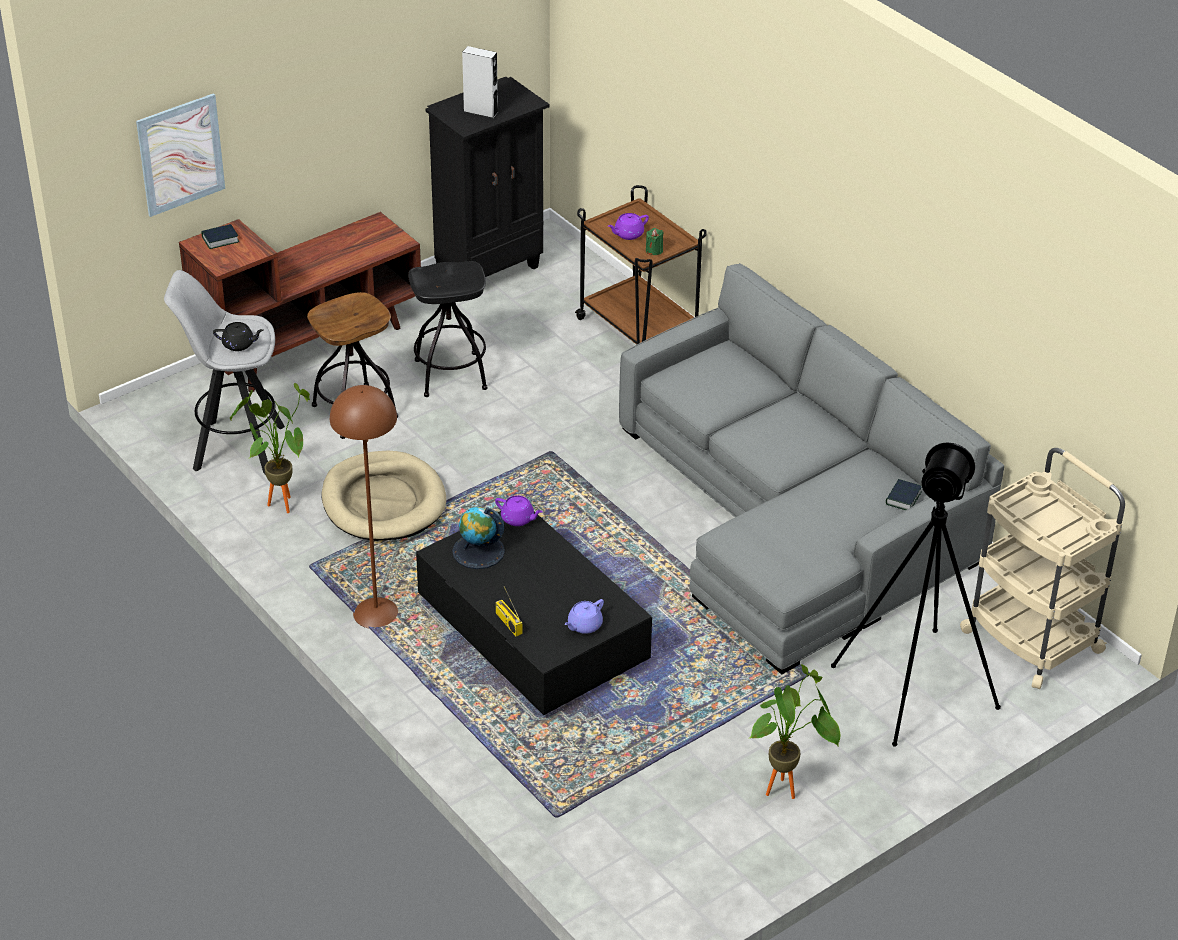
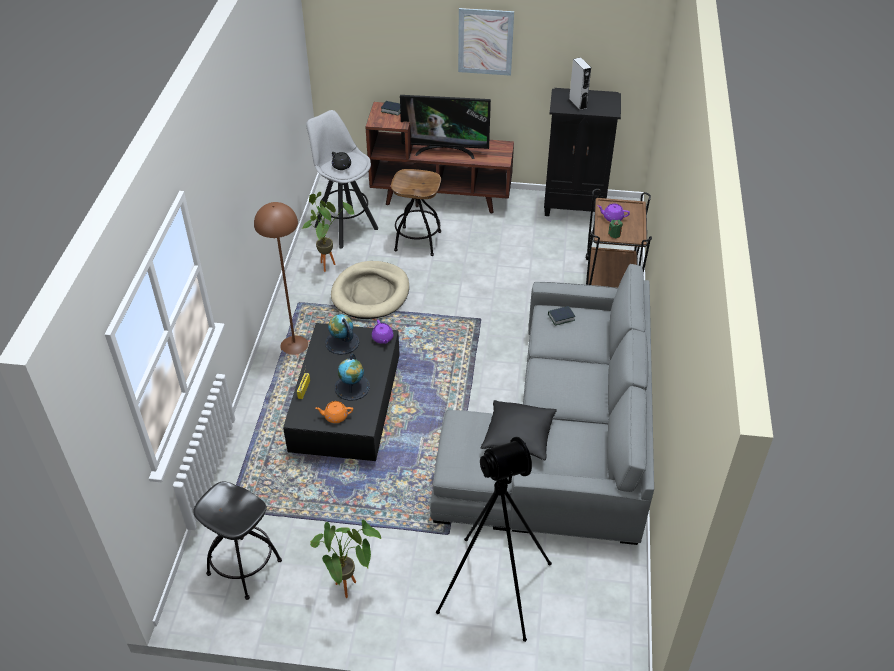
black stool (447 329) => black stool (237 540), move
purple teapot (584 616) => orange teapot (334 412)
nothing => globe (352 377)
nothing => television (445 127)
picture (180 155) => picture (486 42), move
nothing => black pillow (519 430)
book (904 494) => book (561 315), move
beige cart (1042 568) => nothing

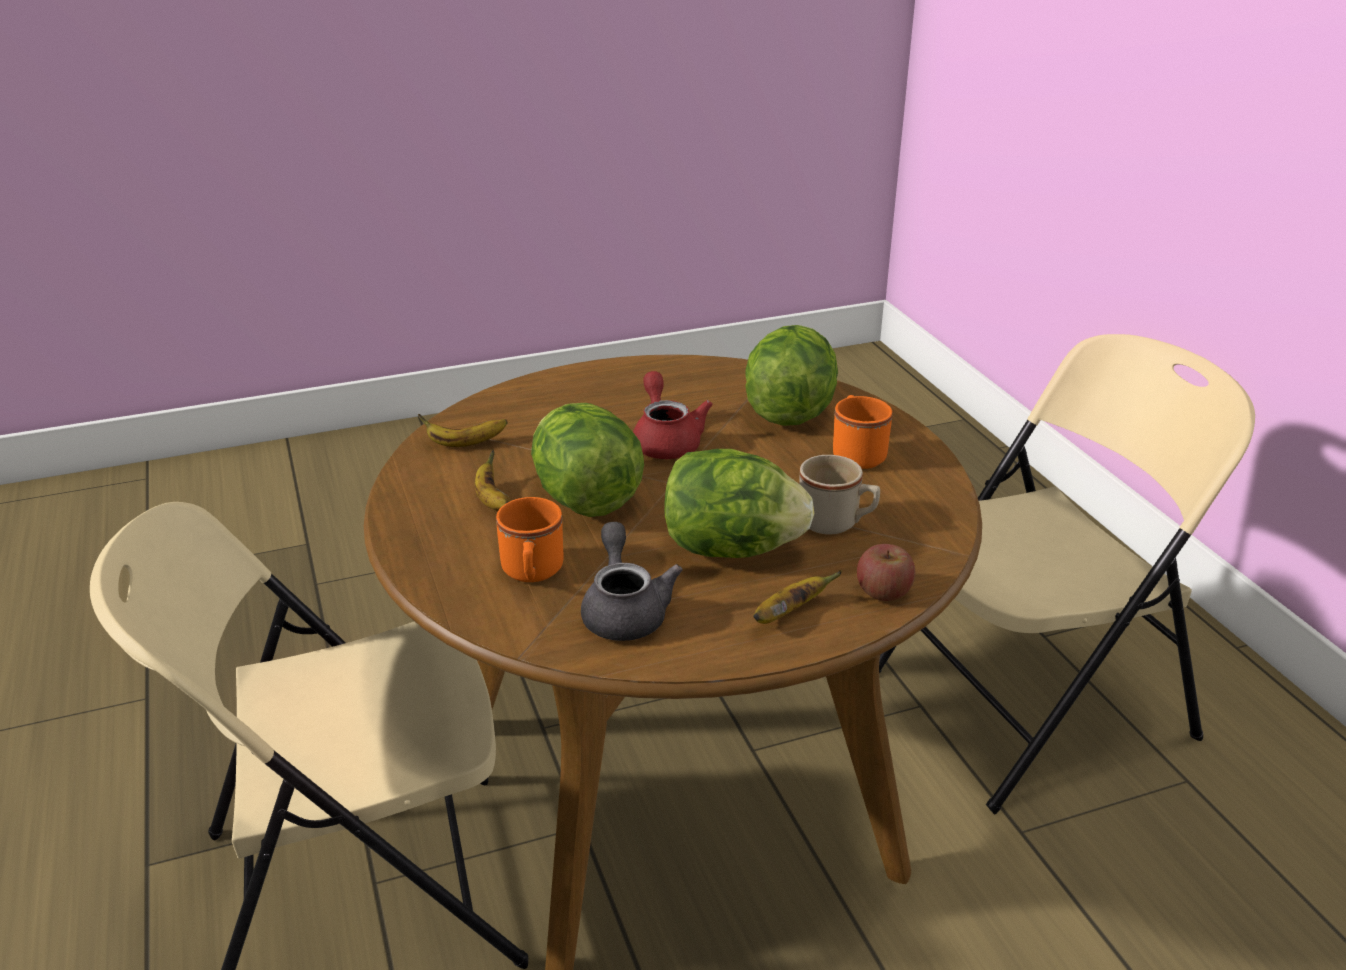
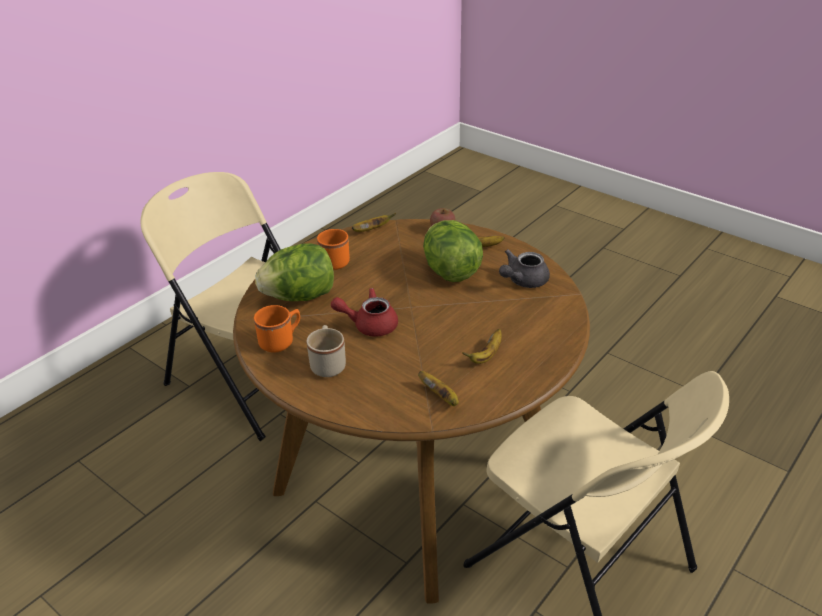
orange mug (529 539) => orange mug (277 329), move
beige mug (839 494) => beige mug (326 351), move
red teapot (673 415) => red teapot (364 312), 45 degrees clockwise
nothing => banana (374 222)
lettuce (587 460) => nothing

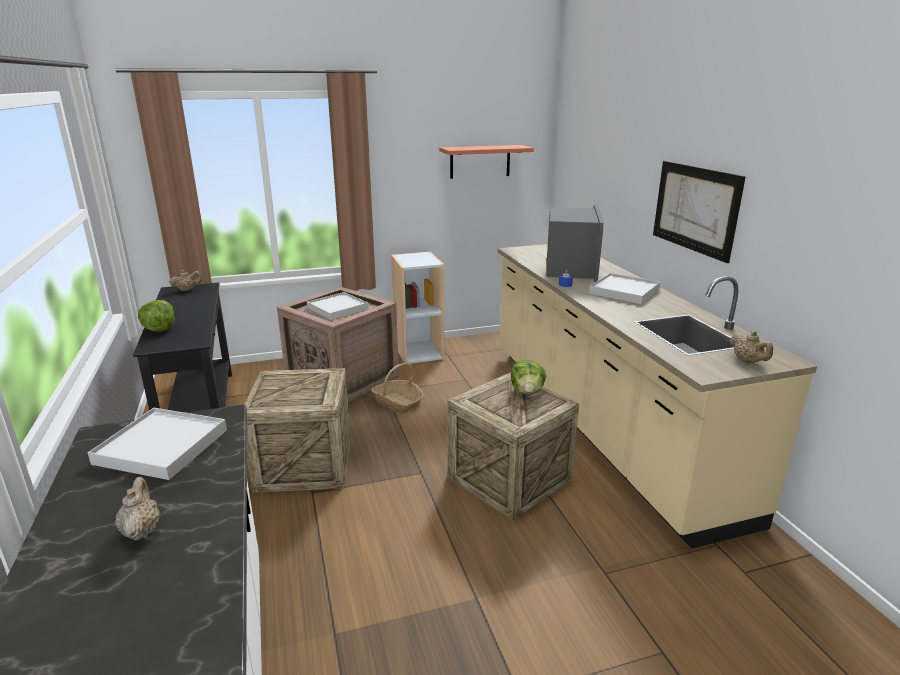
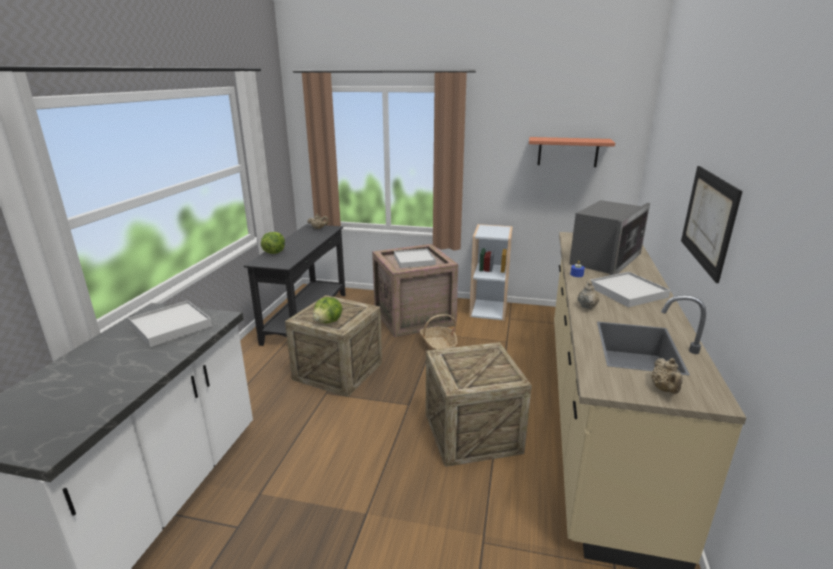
lettuce (528 377) => lettuce (327 310), move
beige teapot (138 508) => beige teapot (589 294), move

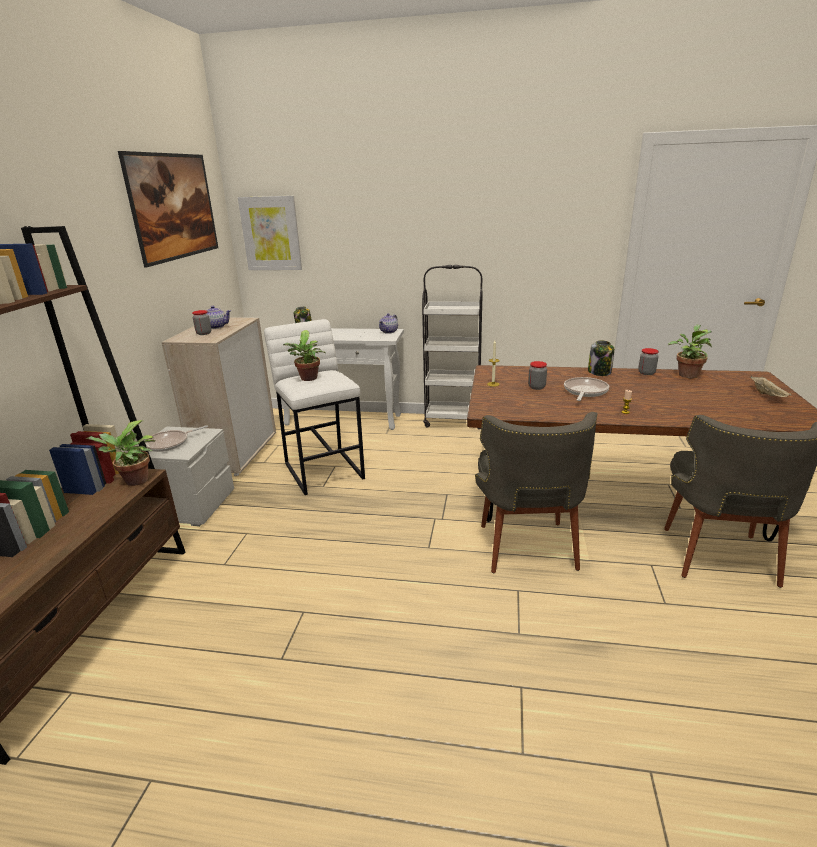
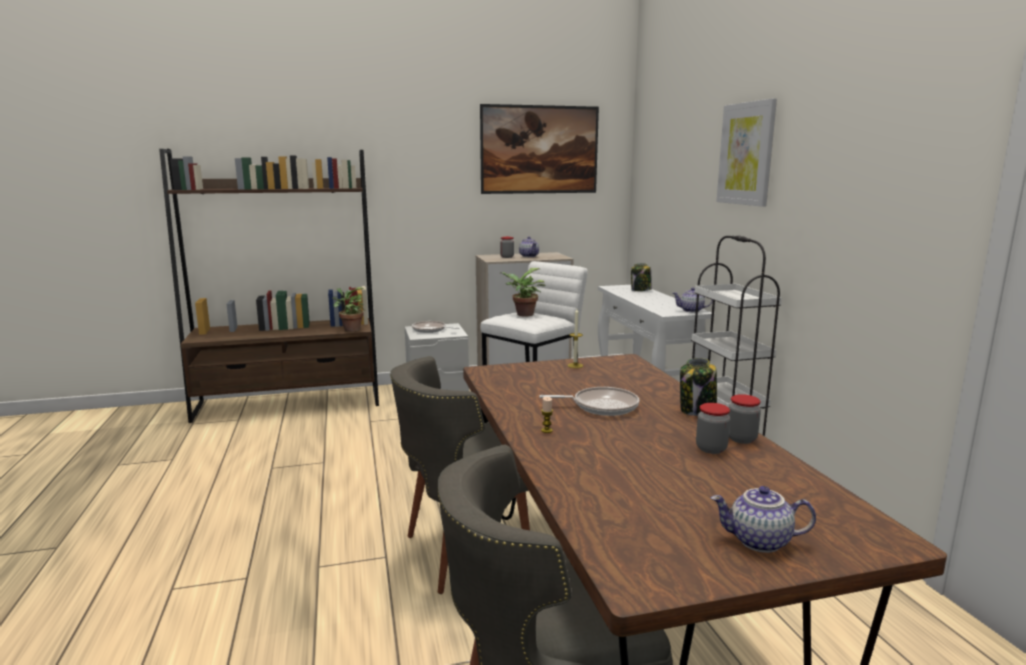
jar (537 375) => jar (713 428), move
beige tray (770 386) => teapot (763 519)
picture (270 233) => picture (746 152), move
potted plant (690 351) => nothing

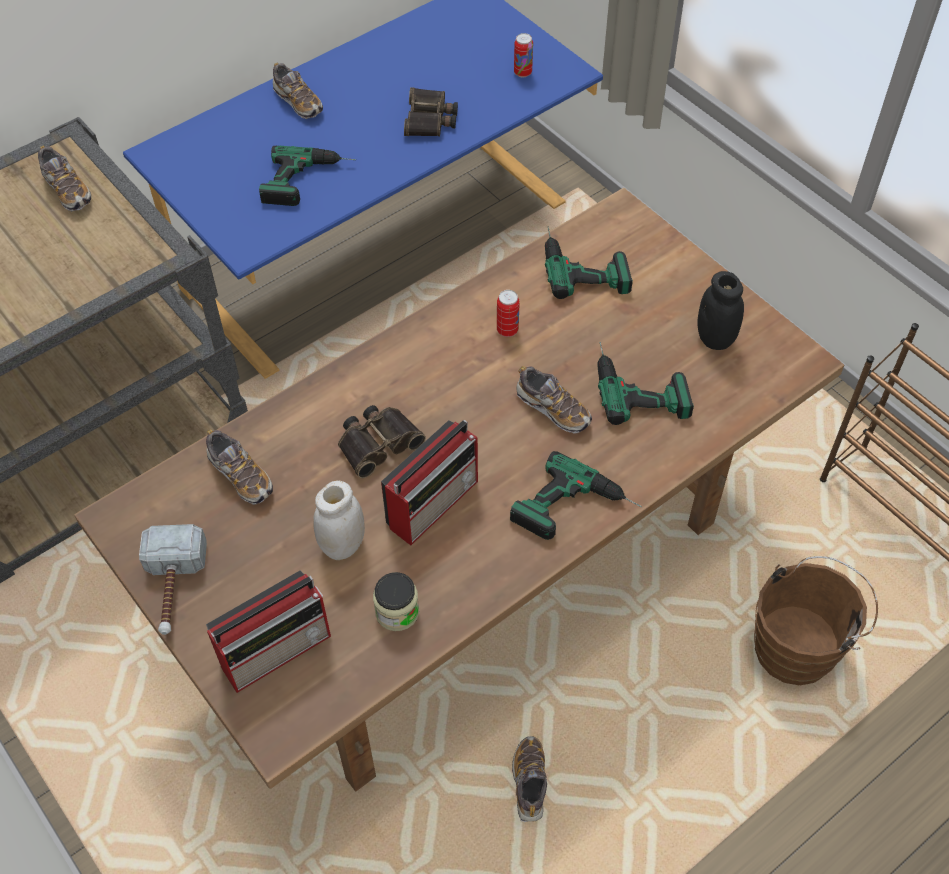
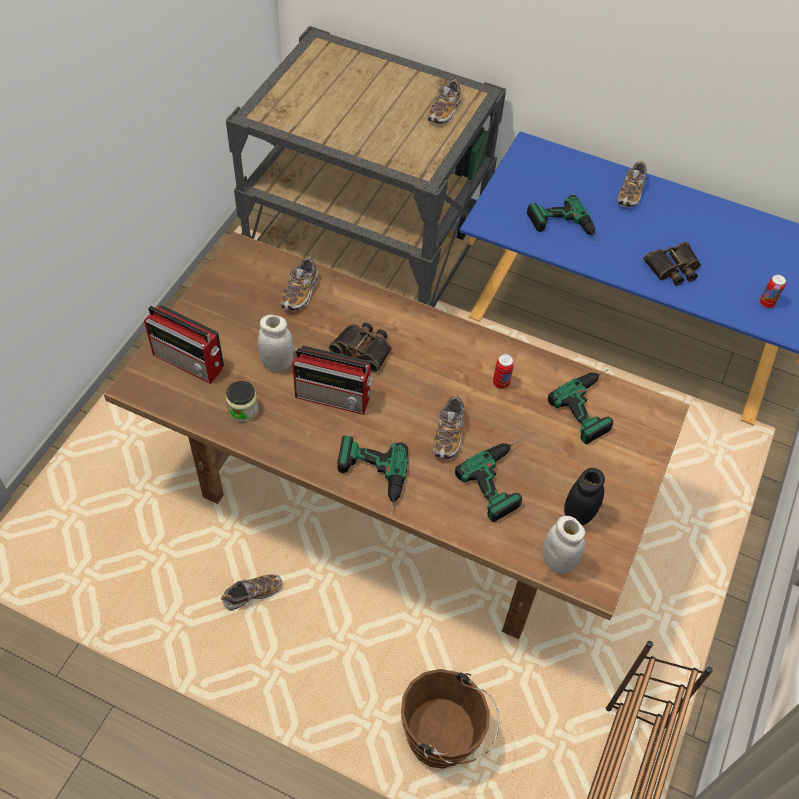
nothing => white jar (564 545)
hammer (173 579) => nothing

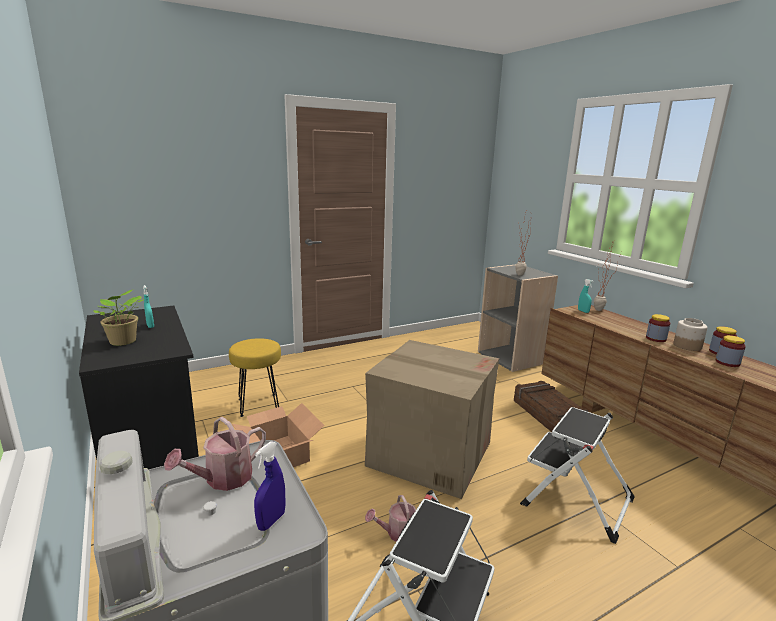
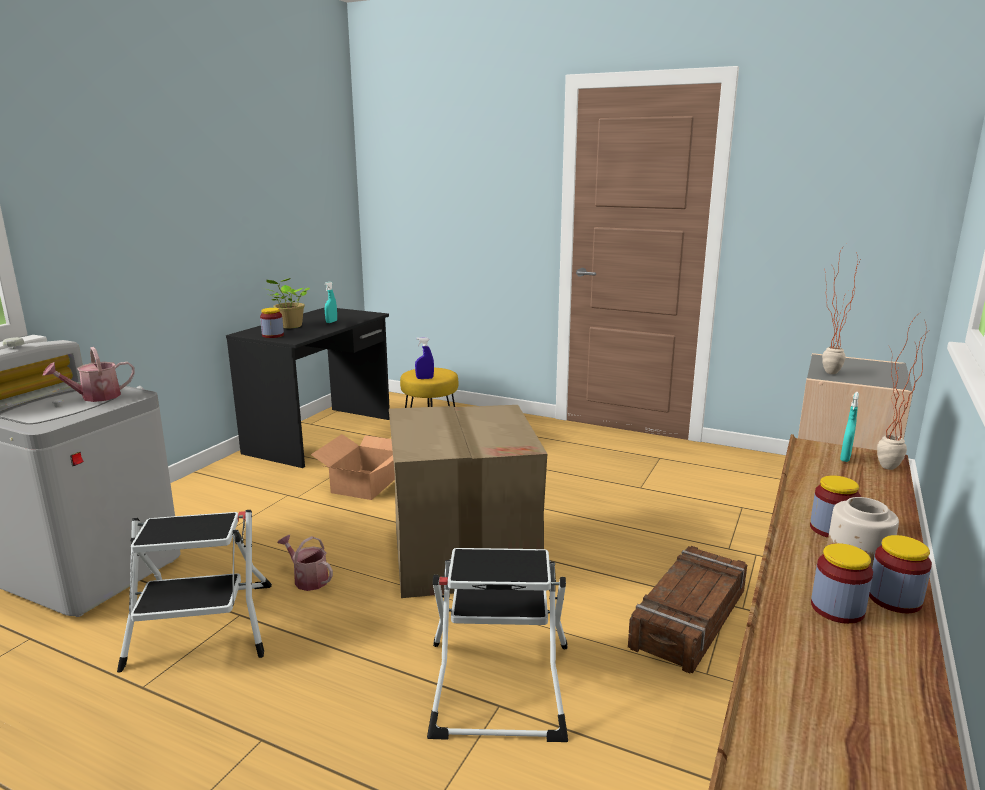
watering can (215 454) => watering can (88 374), 45 degrees counterclockwise
nothing => jar (272 323)
blue spray bottle (270 486) => blue spray bottle (424 358), move

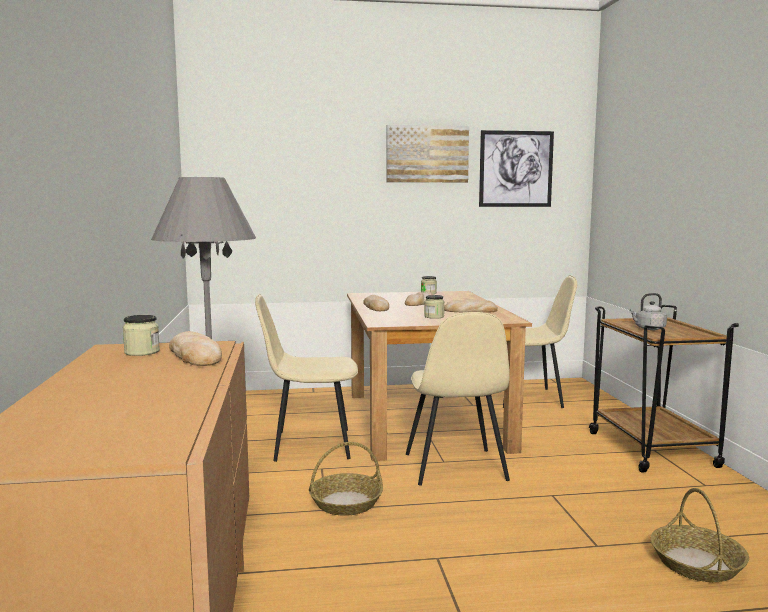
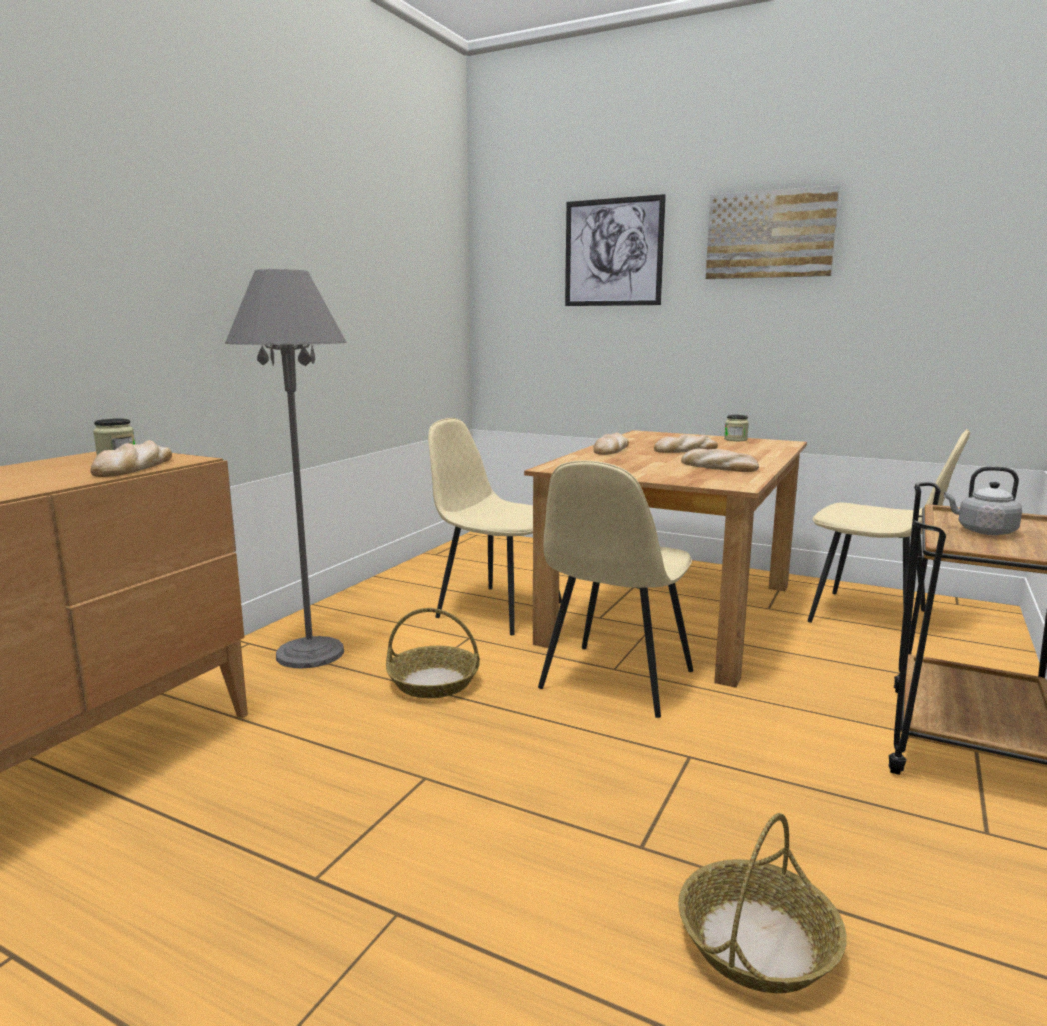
picture (516 168) => picture (615 250), move
jar (434 307) => nothing

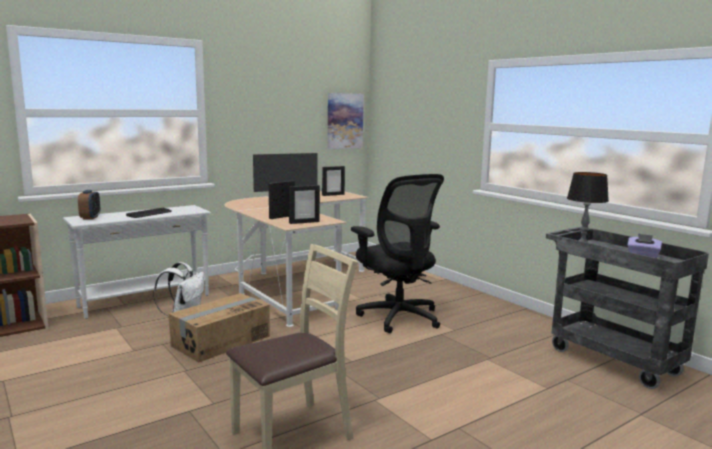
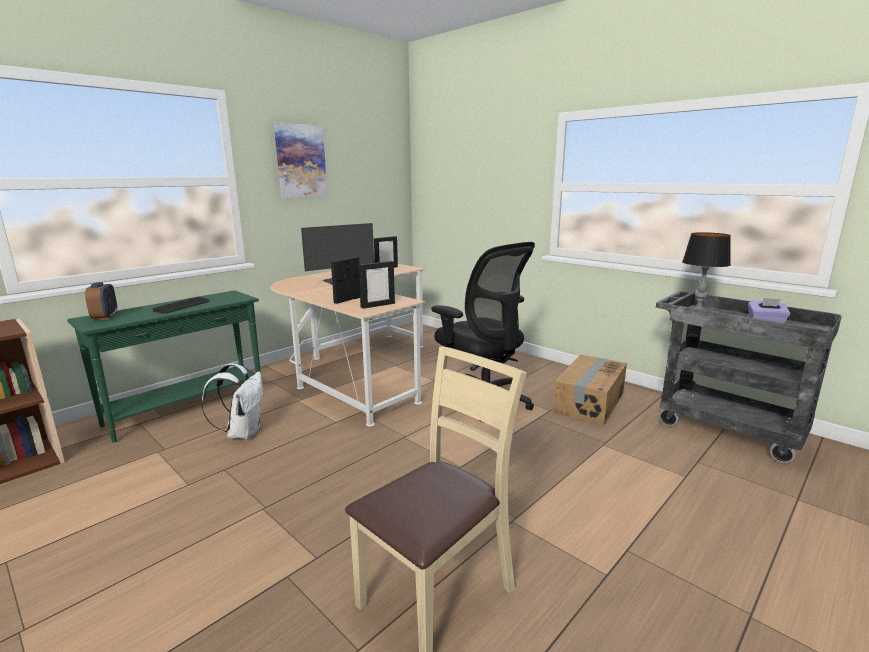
white console table (137 262) => green console table (164 366)
picture (346 121) => picture (301 160), move
cardboard box (219 327) => cardboard box (589 390), move

